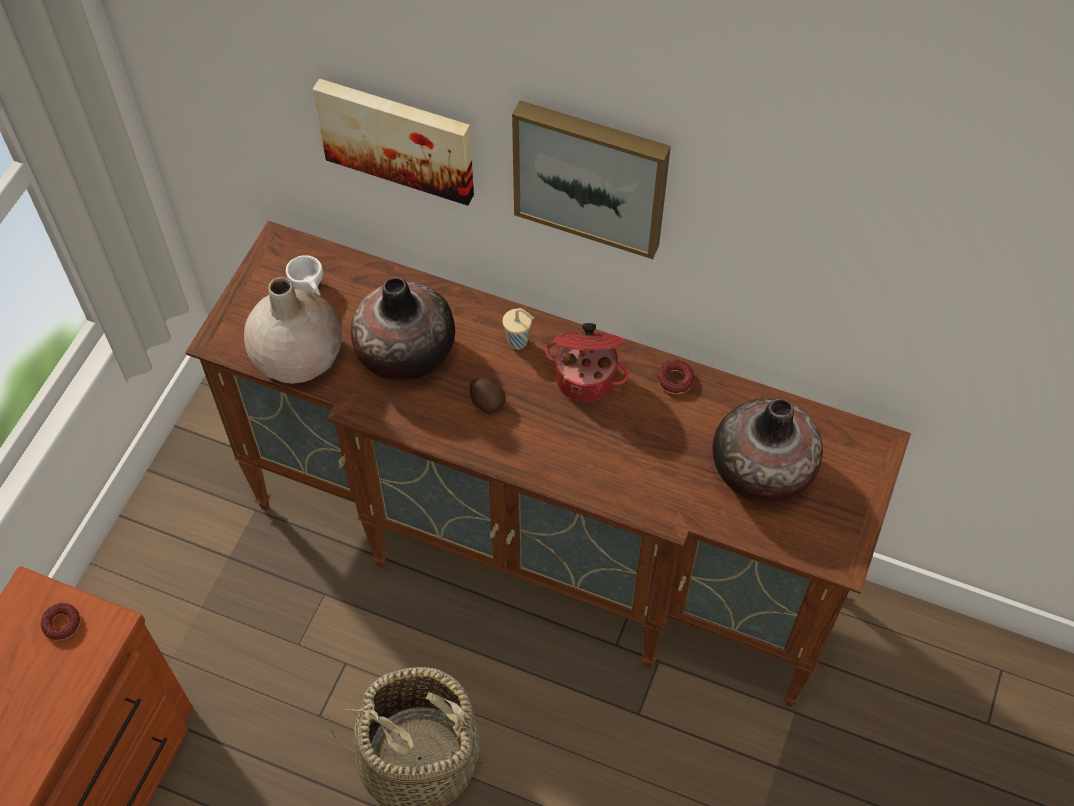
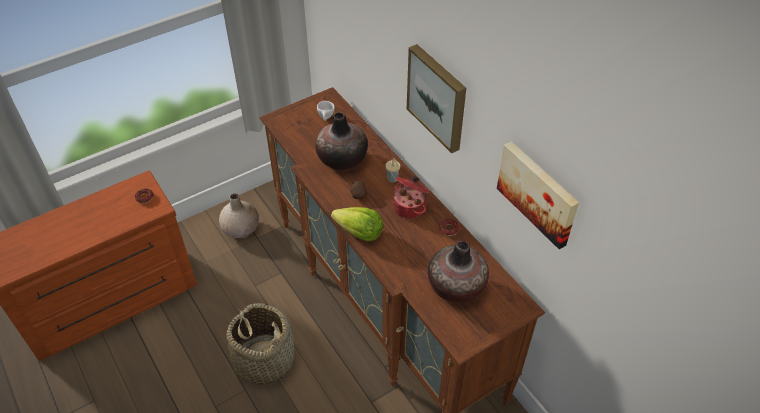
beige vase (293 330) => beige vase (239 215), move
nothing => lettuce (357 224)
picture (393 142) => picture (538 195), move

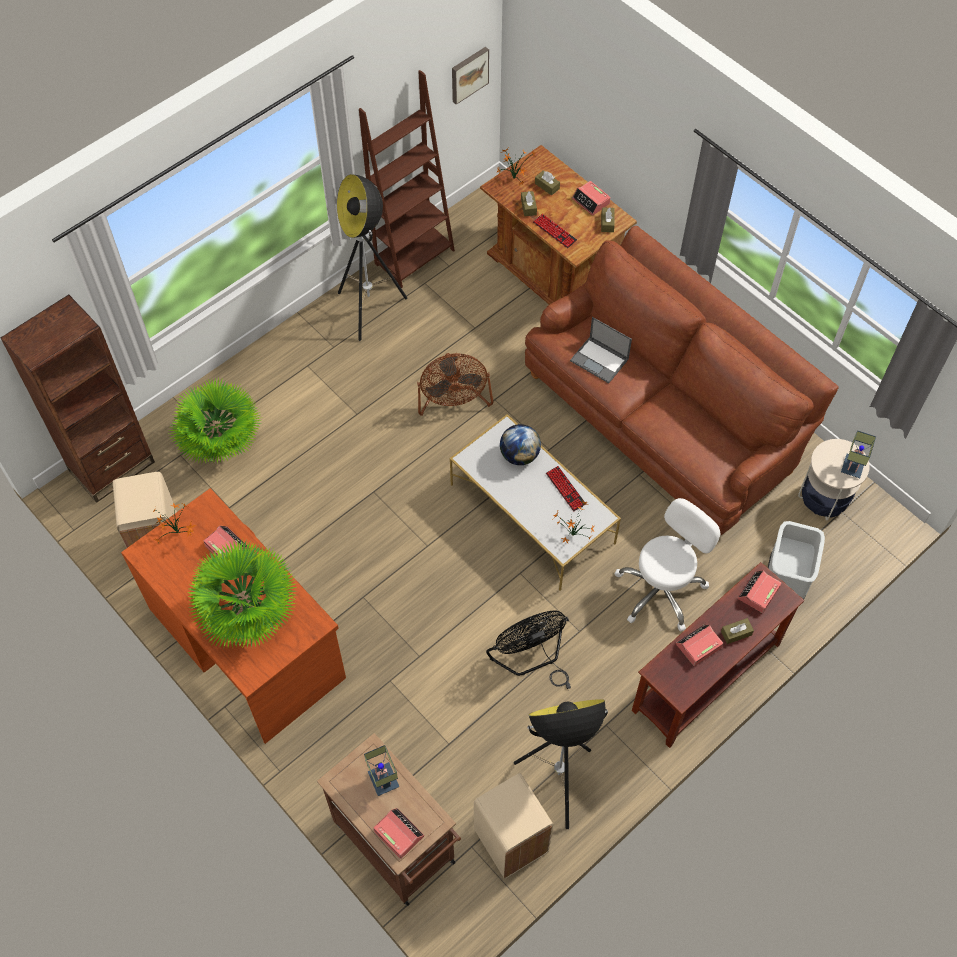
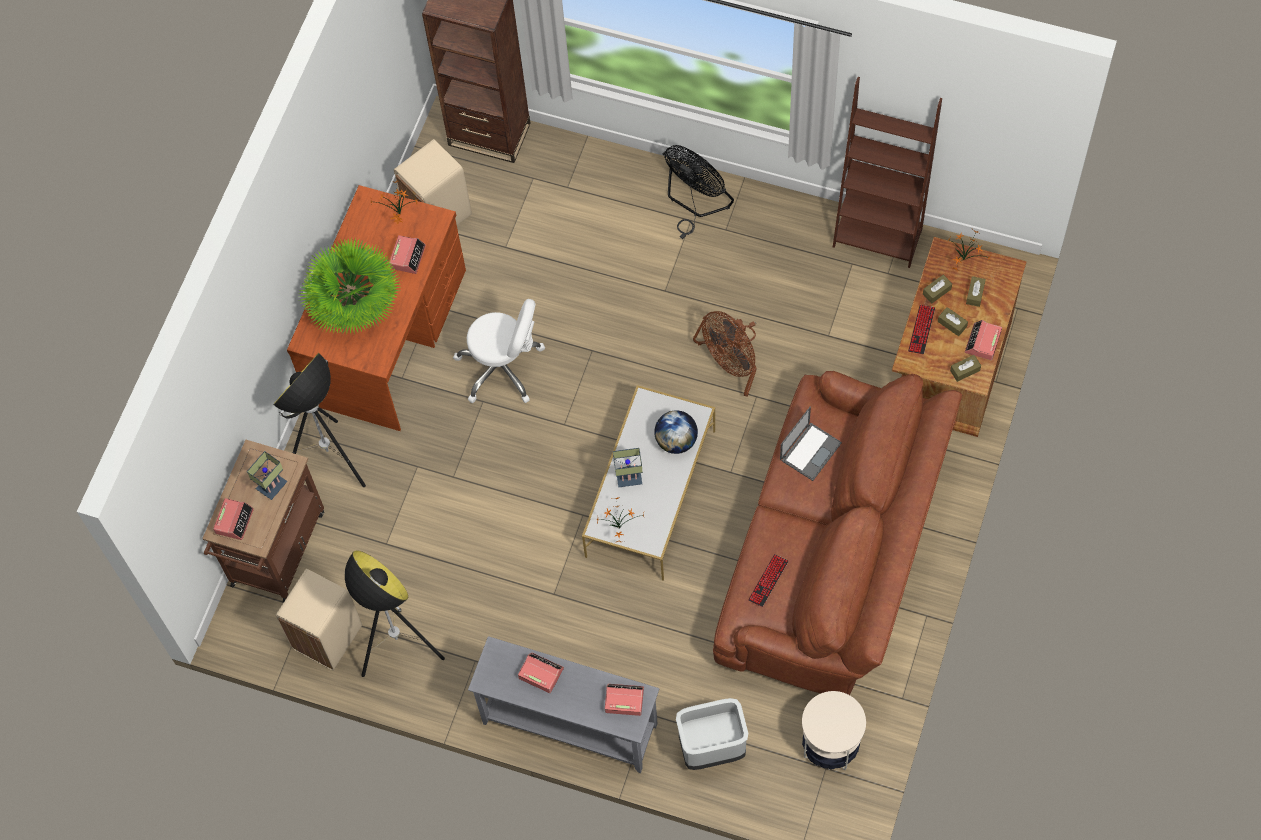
floor lamp (372 257) => floor lamp (319 420), move
white office chair (667 564) => white office chair (499 351), move
brown console table (718 655) => grey console table (563 704)
table lamp (858 454) => table lamp (628 468), move
black fan (528 650) => black fan (698 192), move
keyboard (566 488) => keyboard (768 580), move
laptop (601 350) => laptop (811 444), 150 degrees counterclockwise
brown tissue box (737 631) => brown tissue box (953 321), move
potted plant (215 420) => nothing
picture (470 76) => nothing

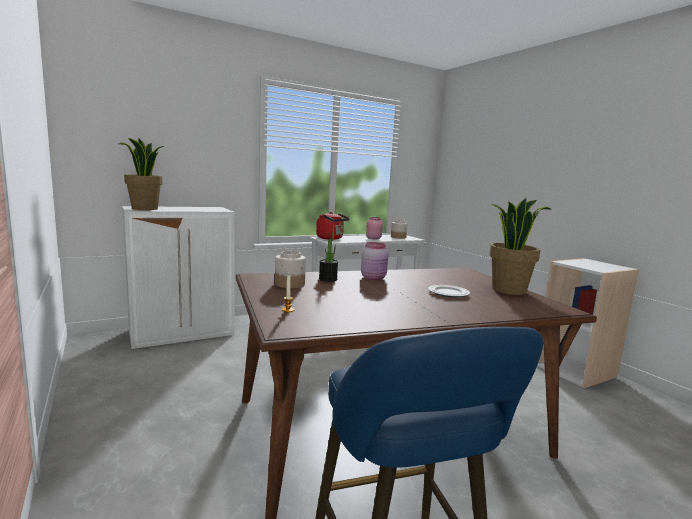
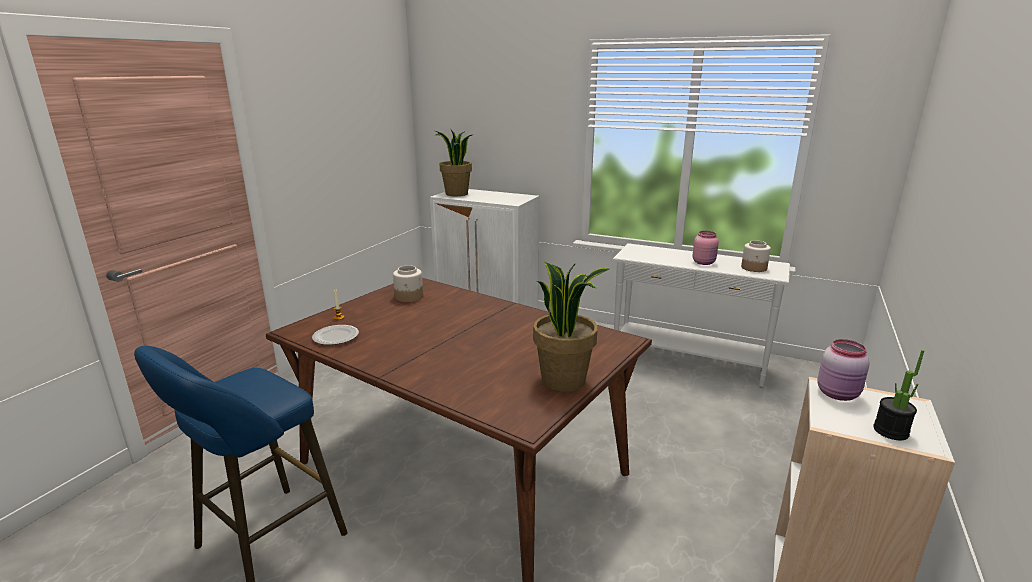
plate (449 291) => plate (335 335), move
pink jar (374 261) => pink jar (844 370), move
potted plant (328 253) => potted plant (898 395), move
red kettle (332 226) => nothing

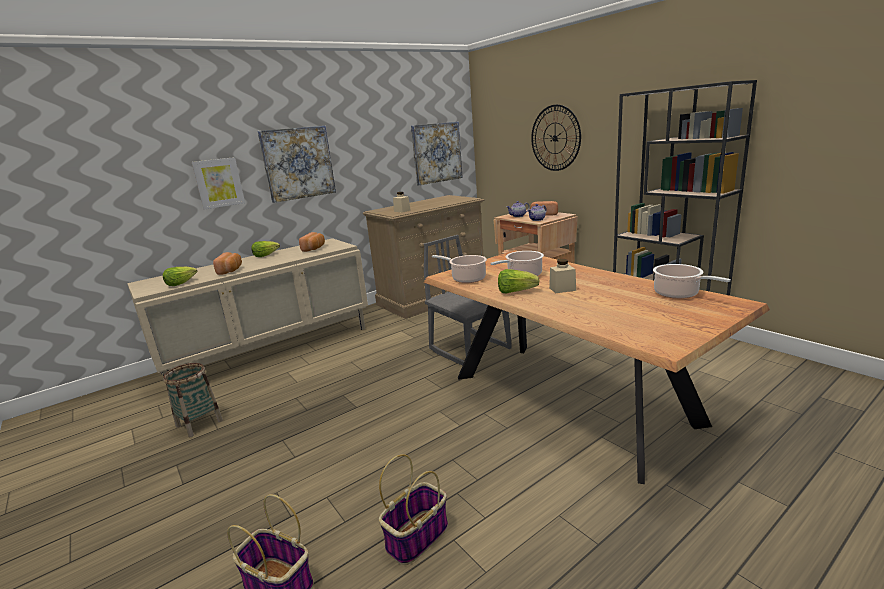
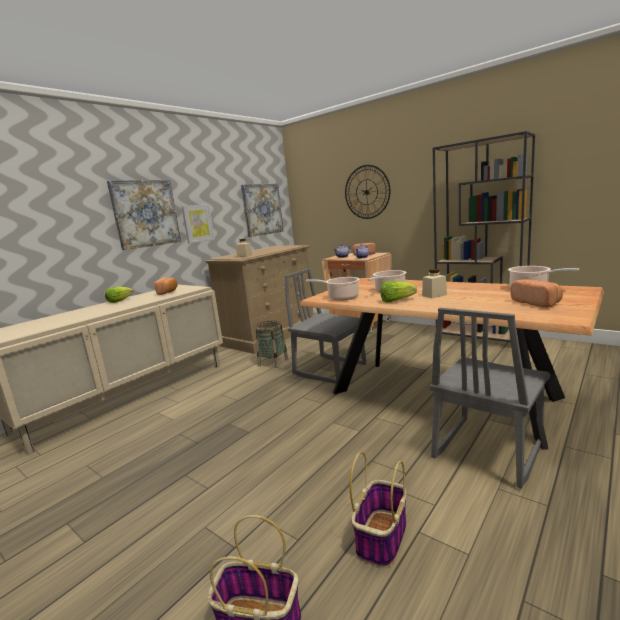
picture (218 183) => picture (198 223), move
basket (193 400) => basket (272 344), move
nothing => grey chair (490 398)
bread (227 263) => bread (537 293), move
lettuce (180 276) => nothing

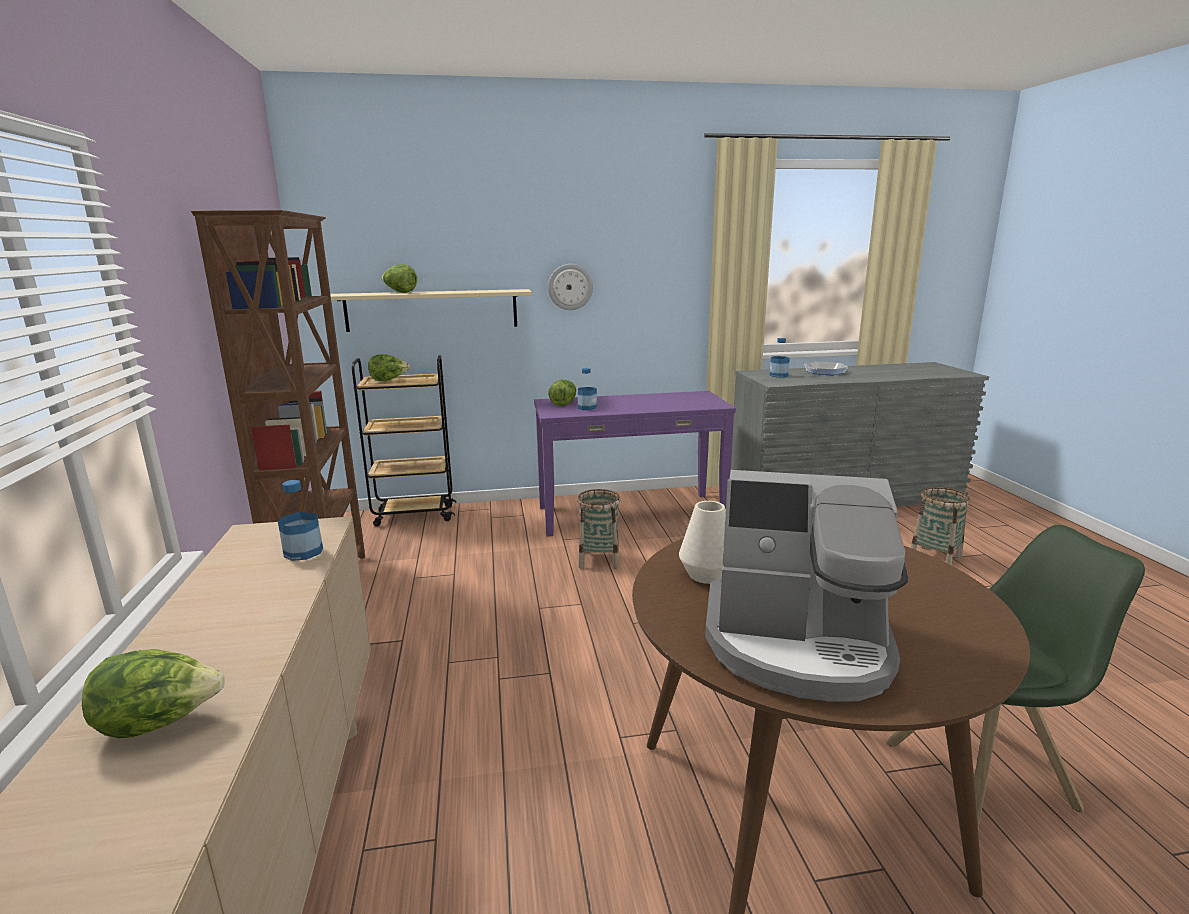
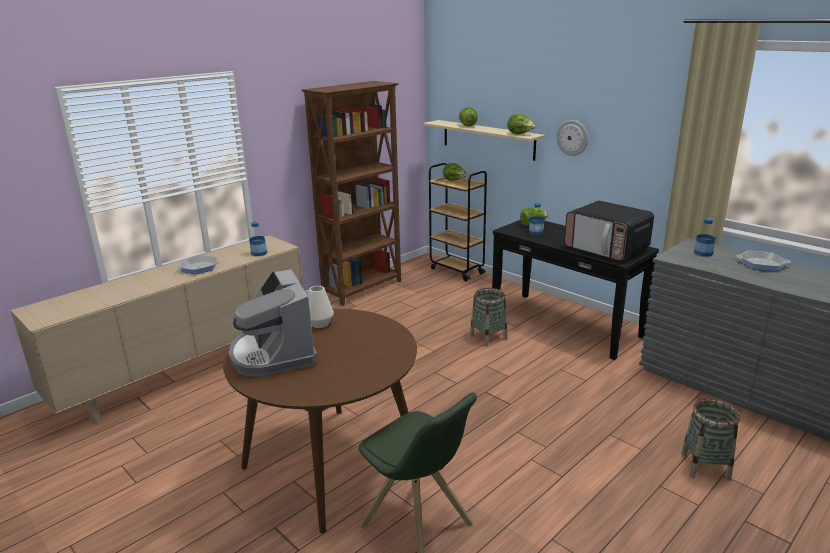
nothing => frying pan (198 264)
purple console table (635 464) => black console table (575 290)
lettuce (153 693) => lettuce (521 124), move
nothing => microwave (609 230)

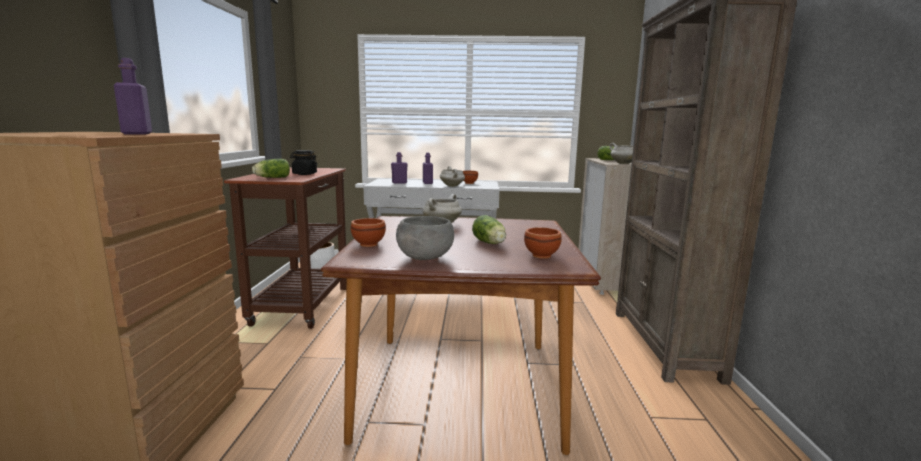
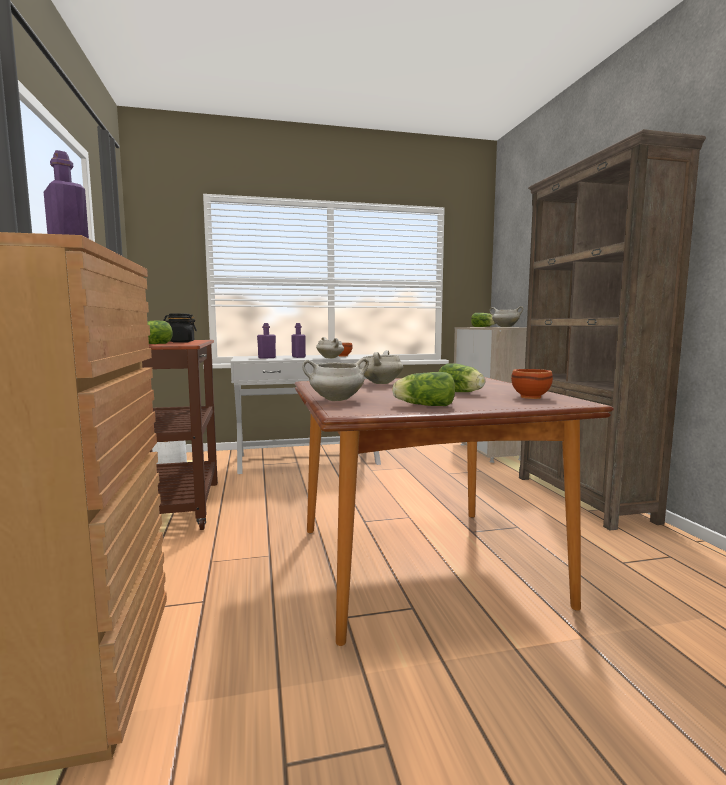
brown bowl (368 232) => white cooking pot (335 379)
grey bowl (425 238) => lettuce (423 389)

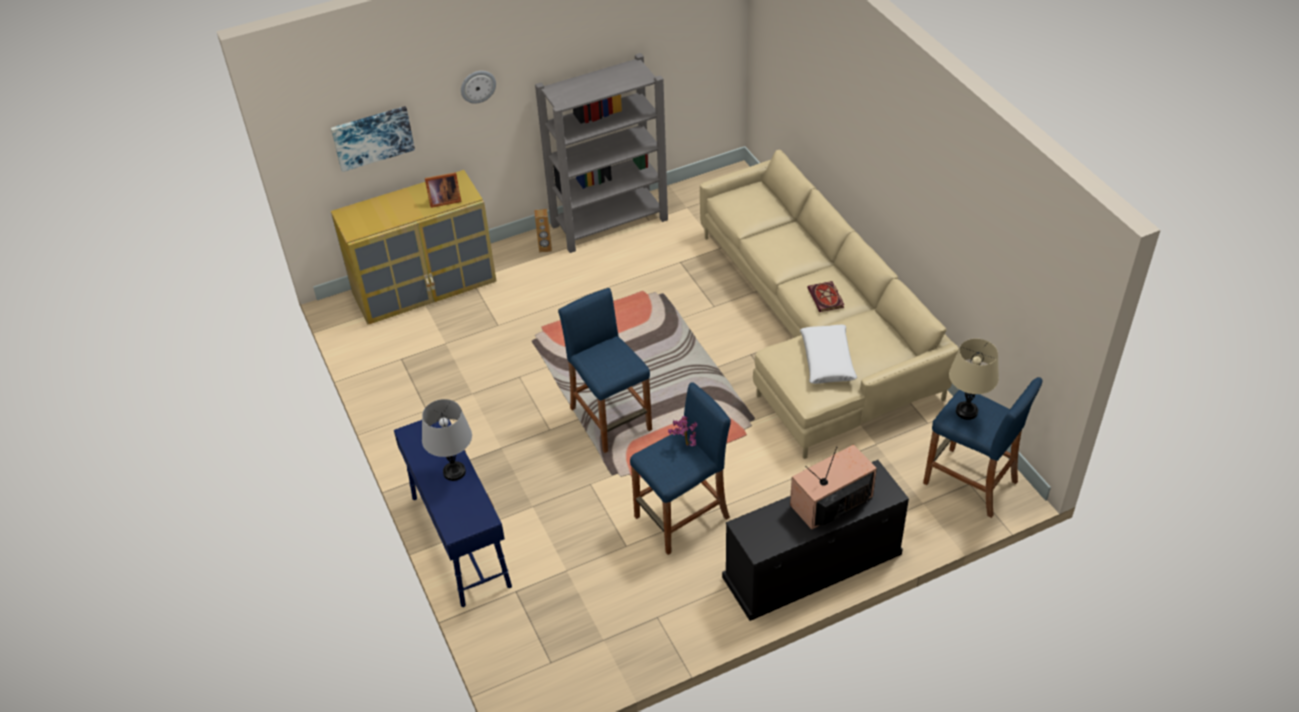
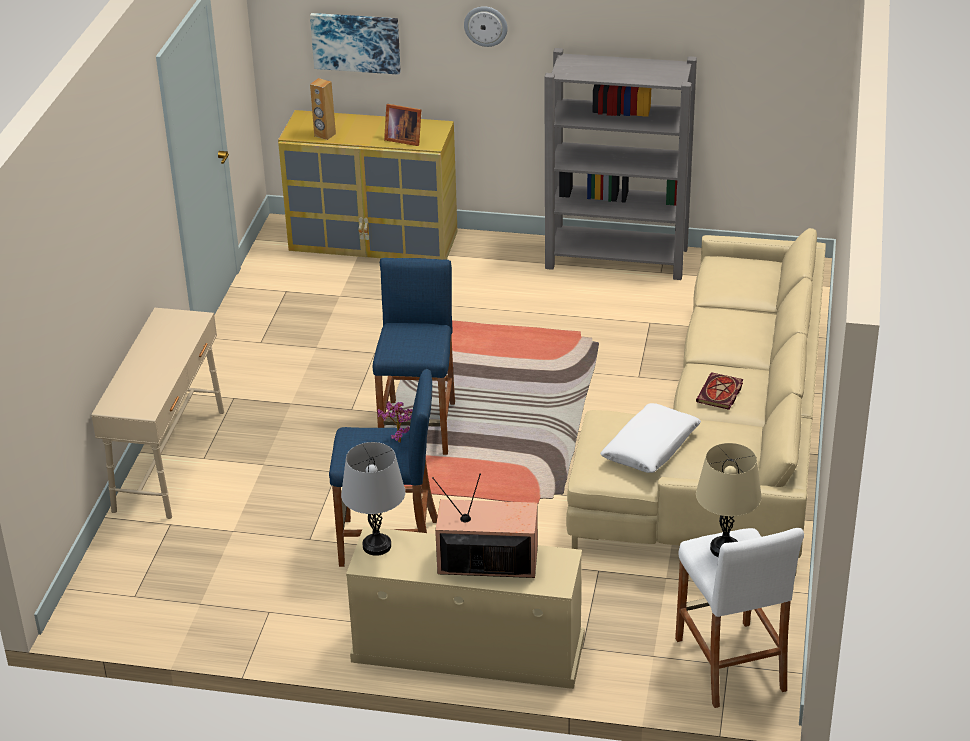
blue console table (453 513) => beige console table (157 413)
brown speaker (543 231) => brown speaker (323 109), move
grey table lamp (447 440) => grey table lamp (373 499), move
black tv stand (815 540) => beige tv stand (465 608)
blue stool (983 447) => white stool (739 618)

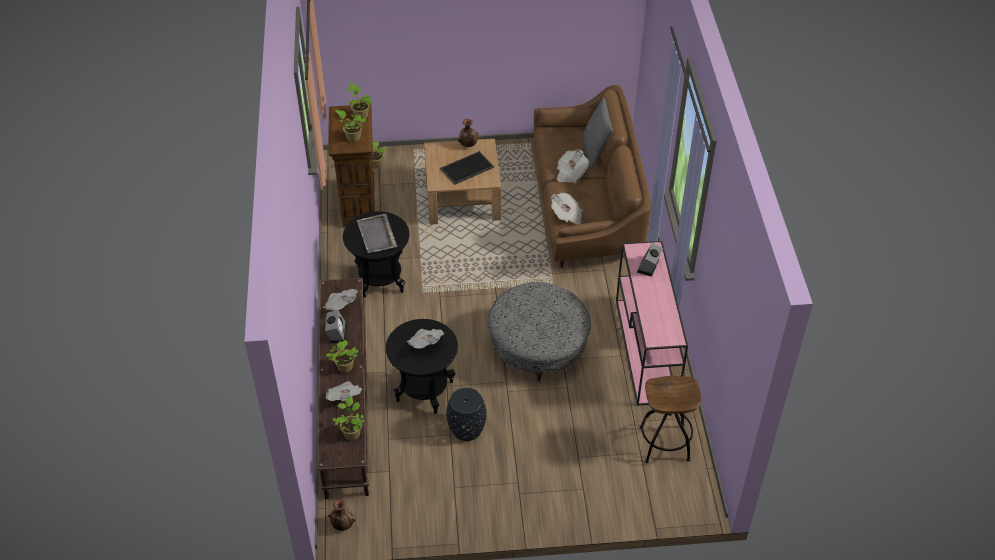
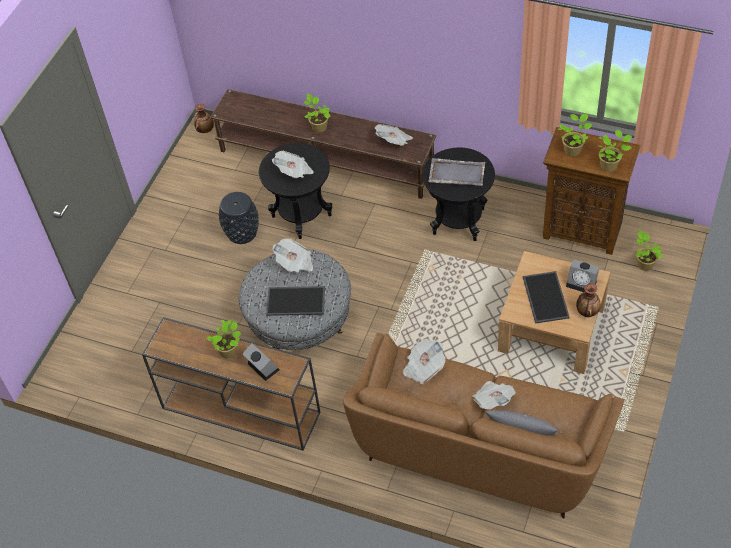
pink console table (652 323) => brown console table (231 384)
potted plant (349 418) => potted plant (223 339), move
nothing => tray (295 301)
newspaper (344 391) => newspaper (293 255), move
alarm clock (336 326) => alarm clock (582 276), move
brown stool (670 419) => nothing

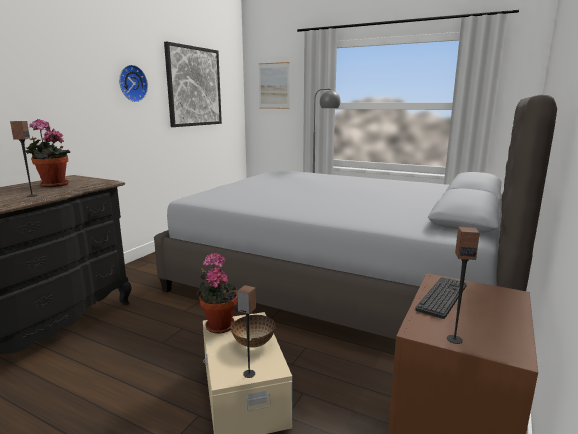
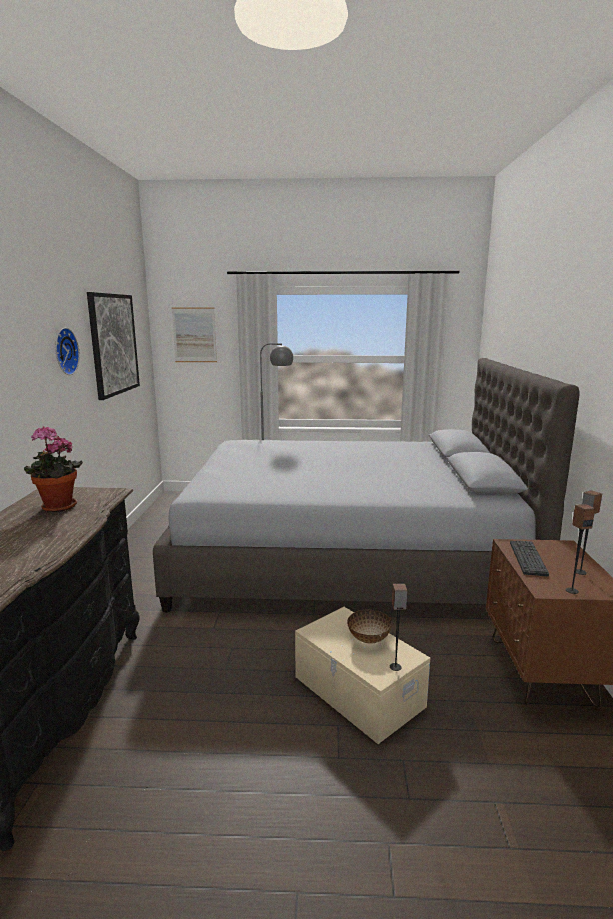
speaker (24 159) => speaker (589 532), move
potted plant (217 293) => nothing

